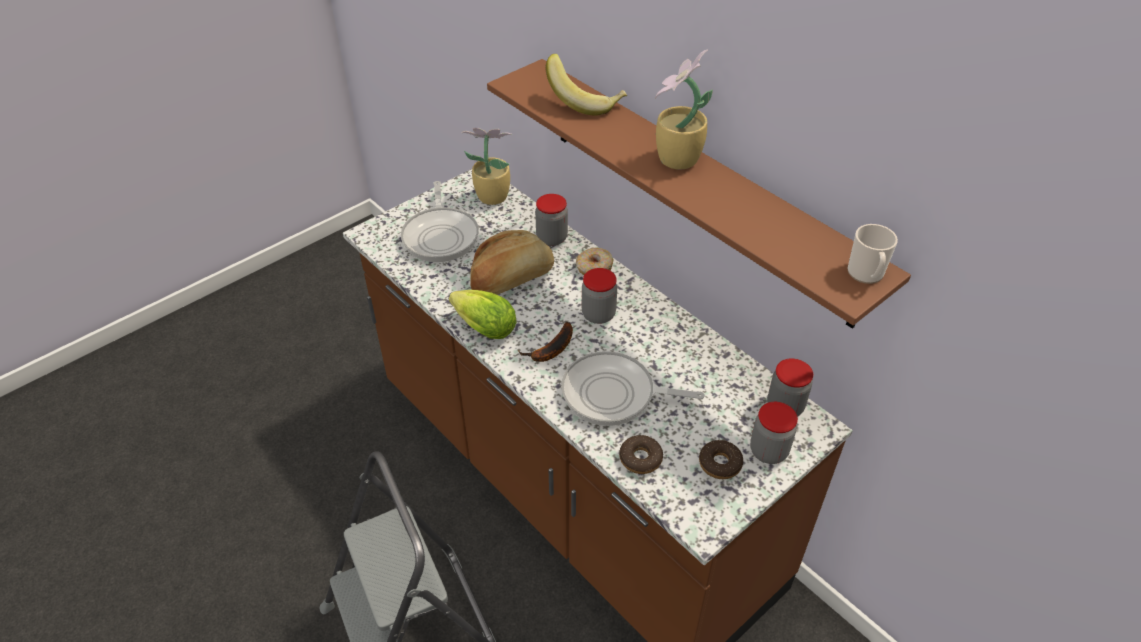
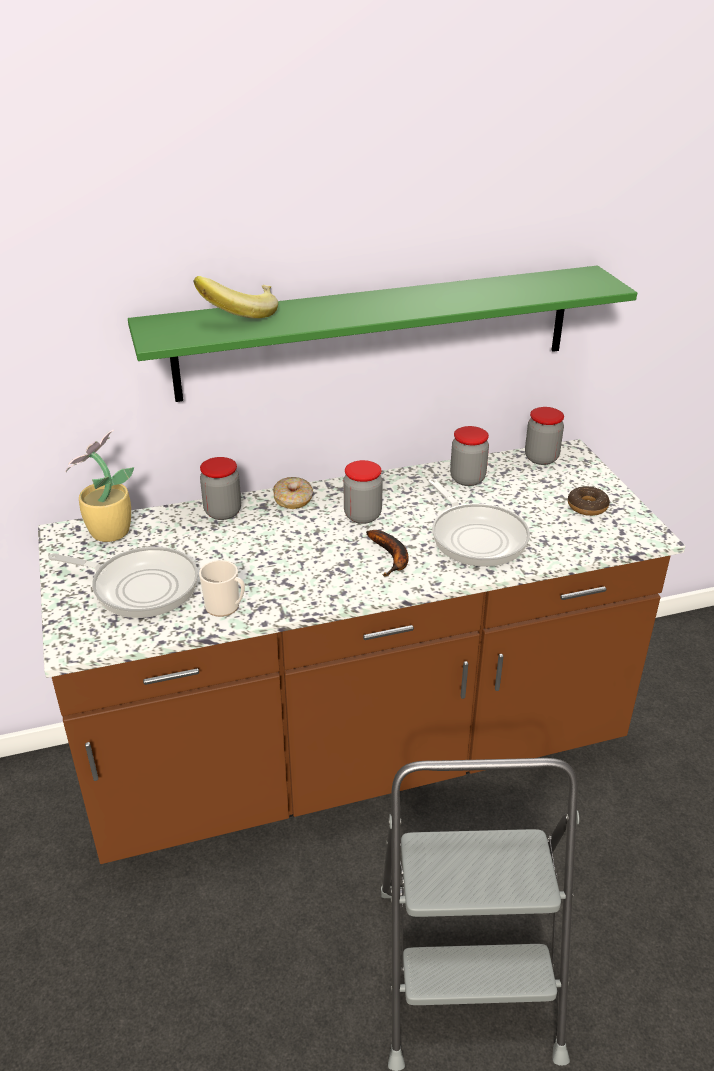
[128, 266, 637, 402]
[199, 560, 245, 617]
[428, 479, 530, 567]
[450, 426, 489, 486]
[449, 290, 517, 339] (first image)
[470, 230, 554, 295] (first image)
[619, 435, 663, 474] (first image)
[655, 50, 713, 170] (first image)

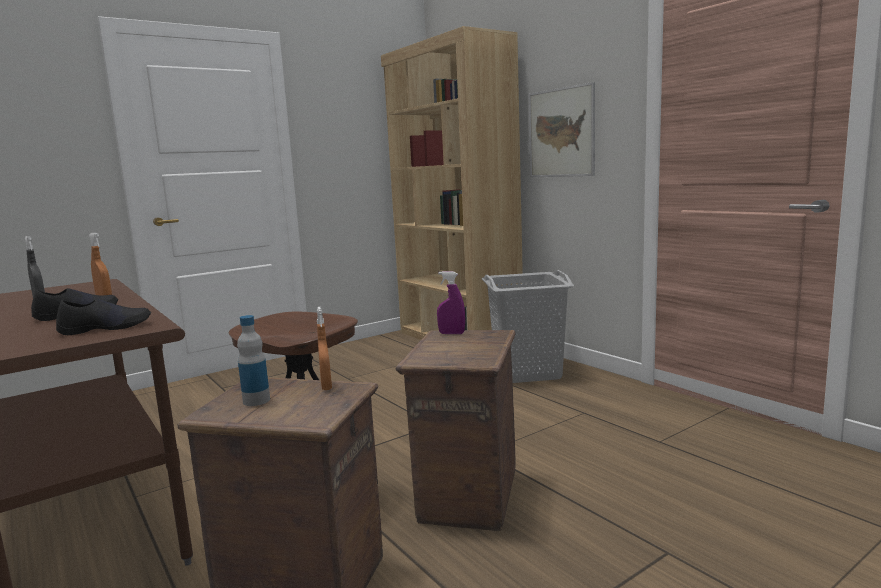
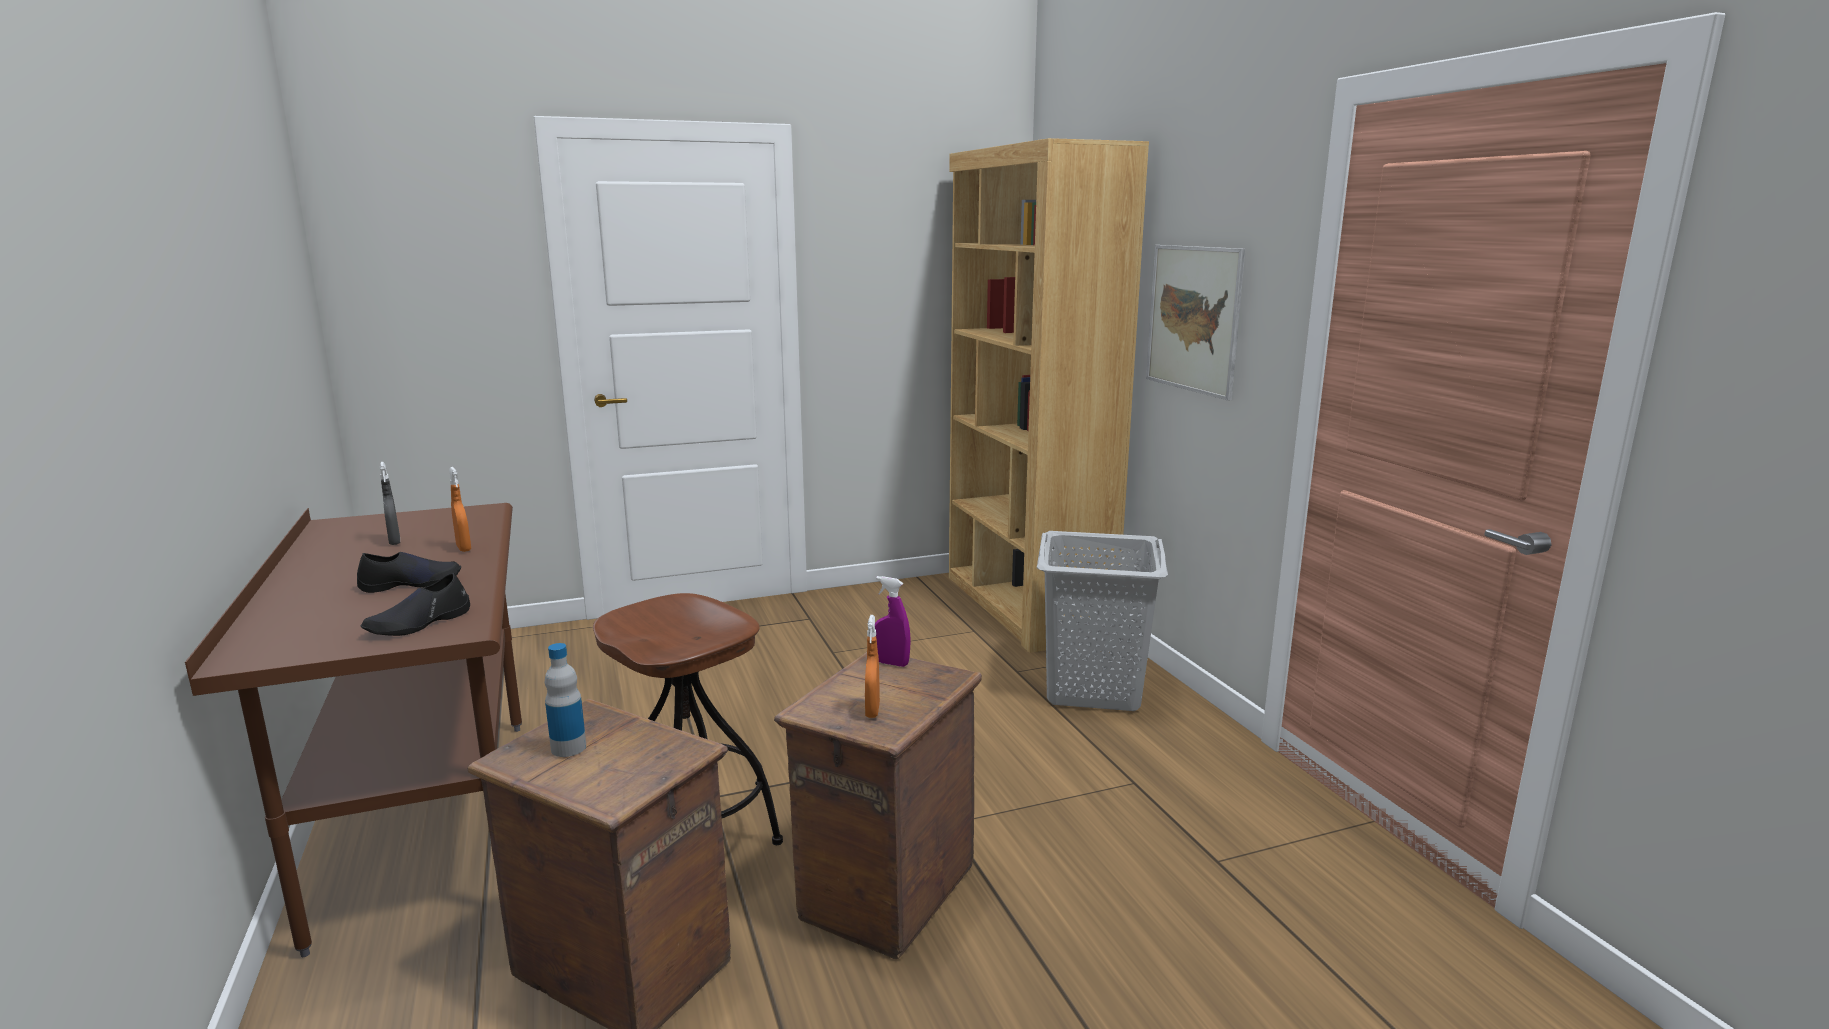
[361, 573, 470, 636]
[865, 615, 880, 718]

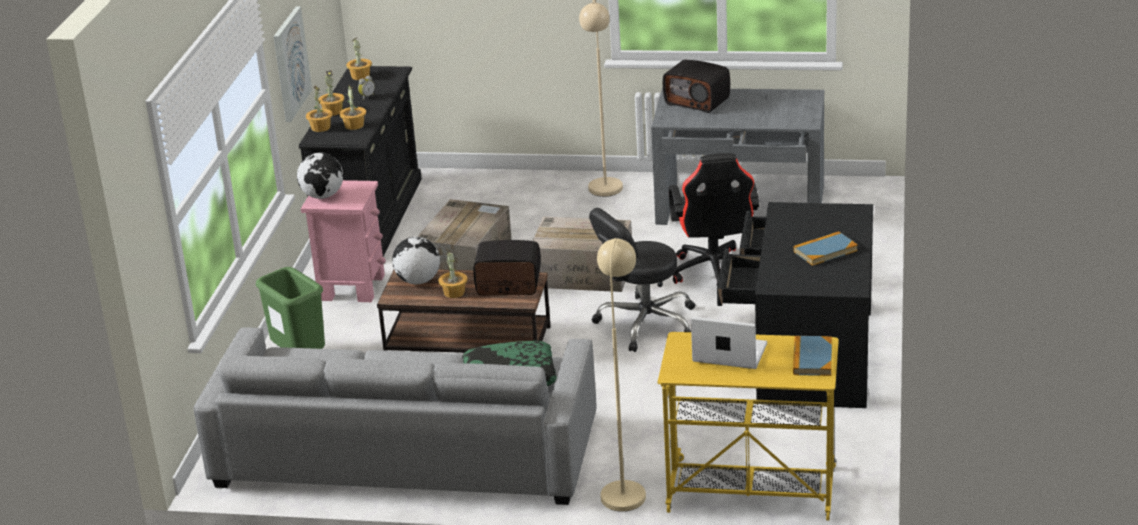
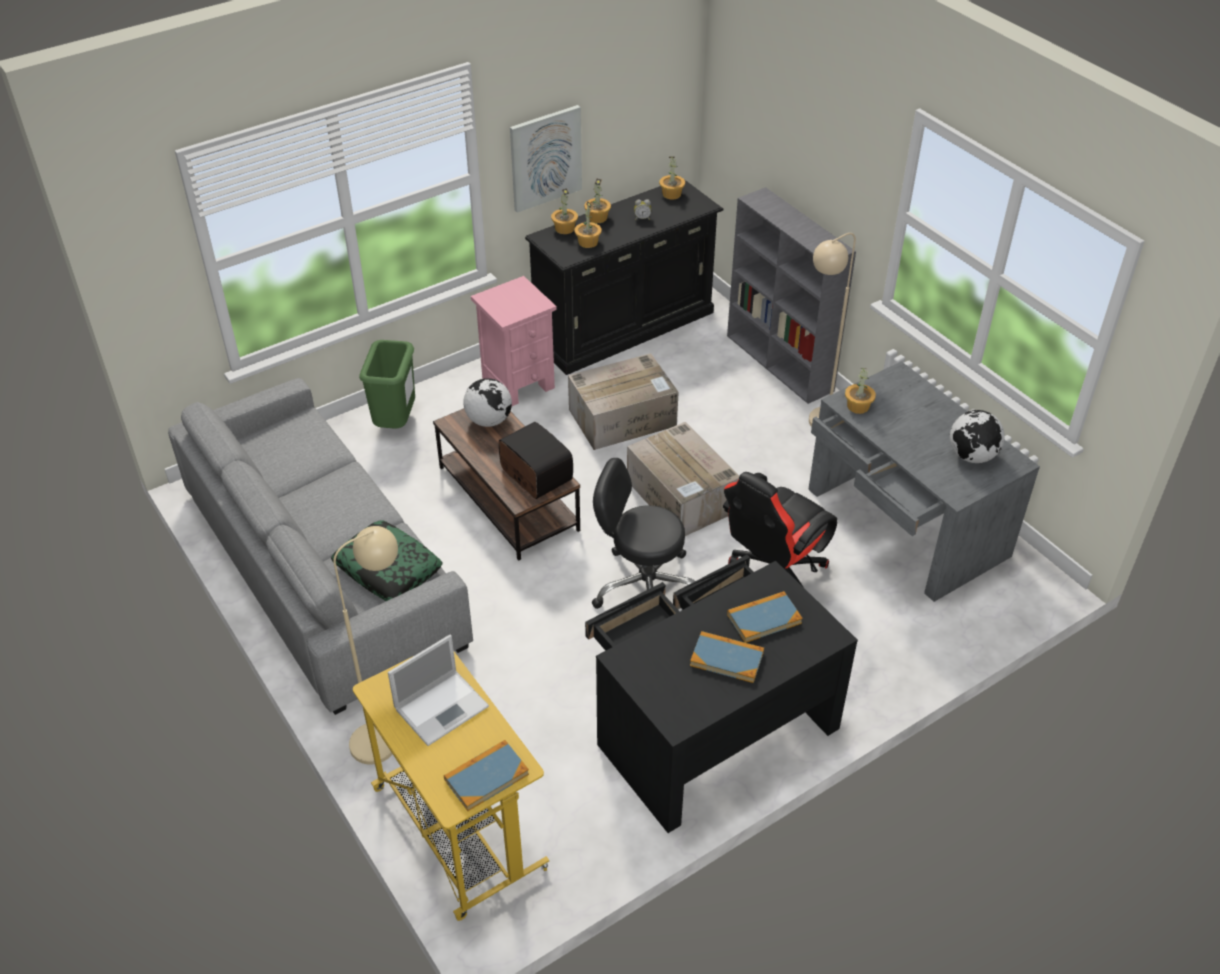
[388, 634, 489, 746]
[727, 187, 856, 404]
[727, 591, 803, 643]
[845, 368, 876, 414]
[950, 410, 1005, 463]
[663, 60, 730, 113] (first image)

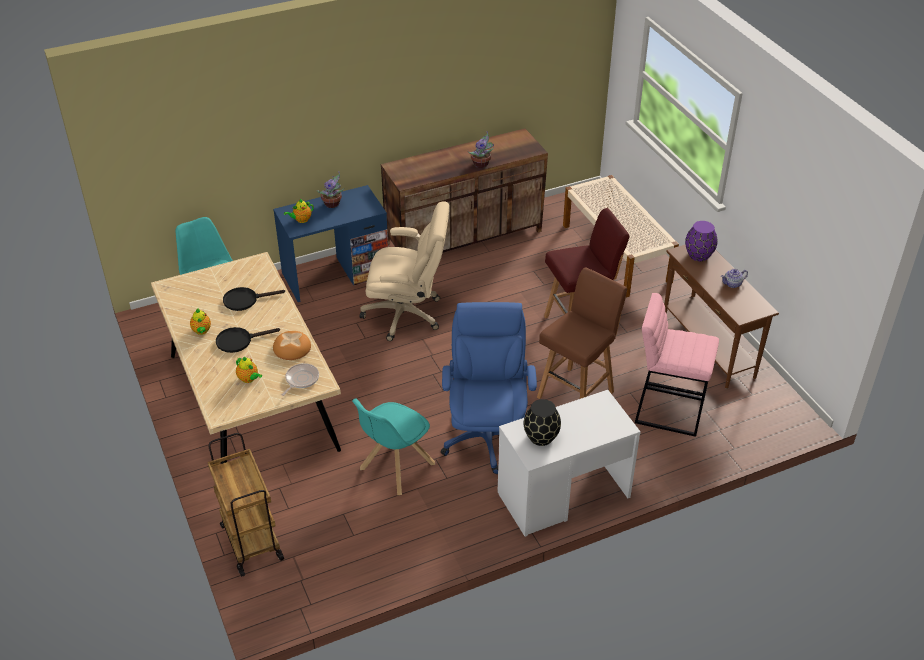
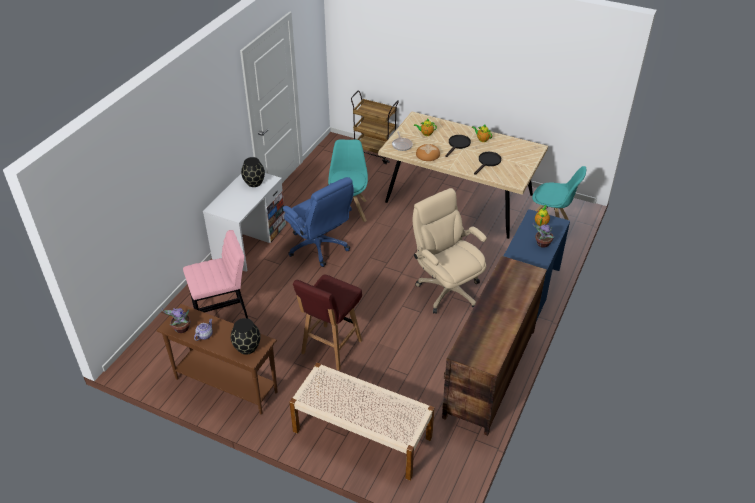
[162, 308, 191, 333]
[231, 318, 260, 355]
[413, 188, 487, 314]
[537, 267, 627, 399] (first image)

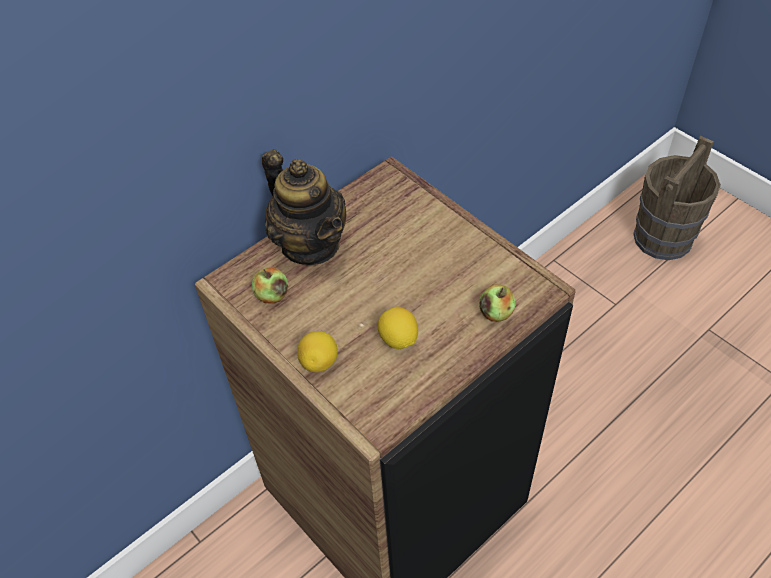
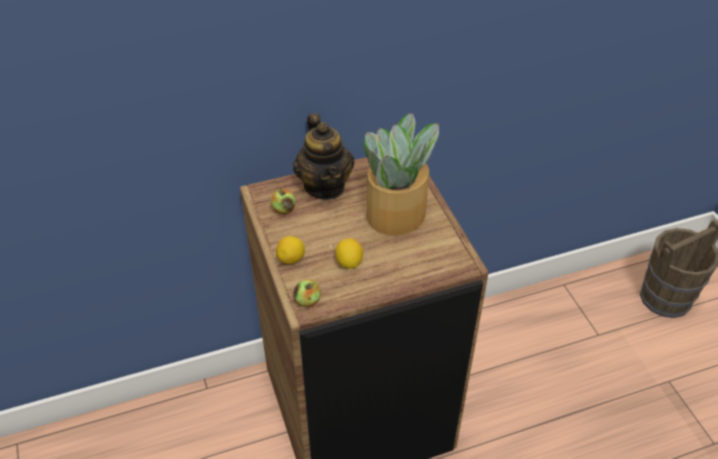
[293, 279, 321, 307]
[364, 113, 439, 236]

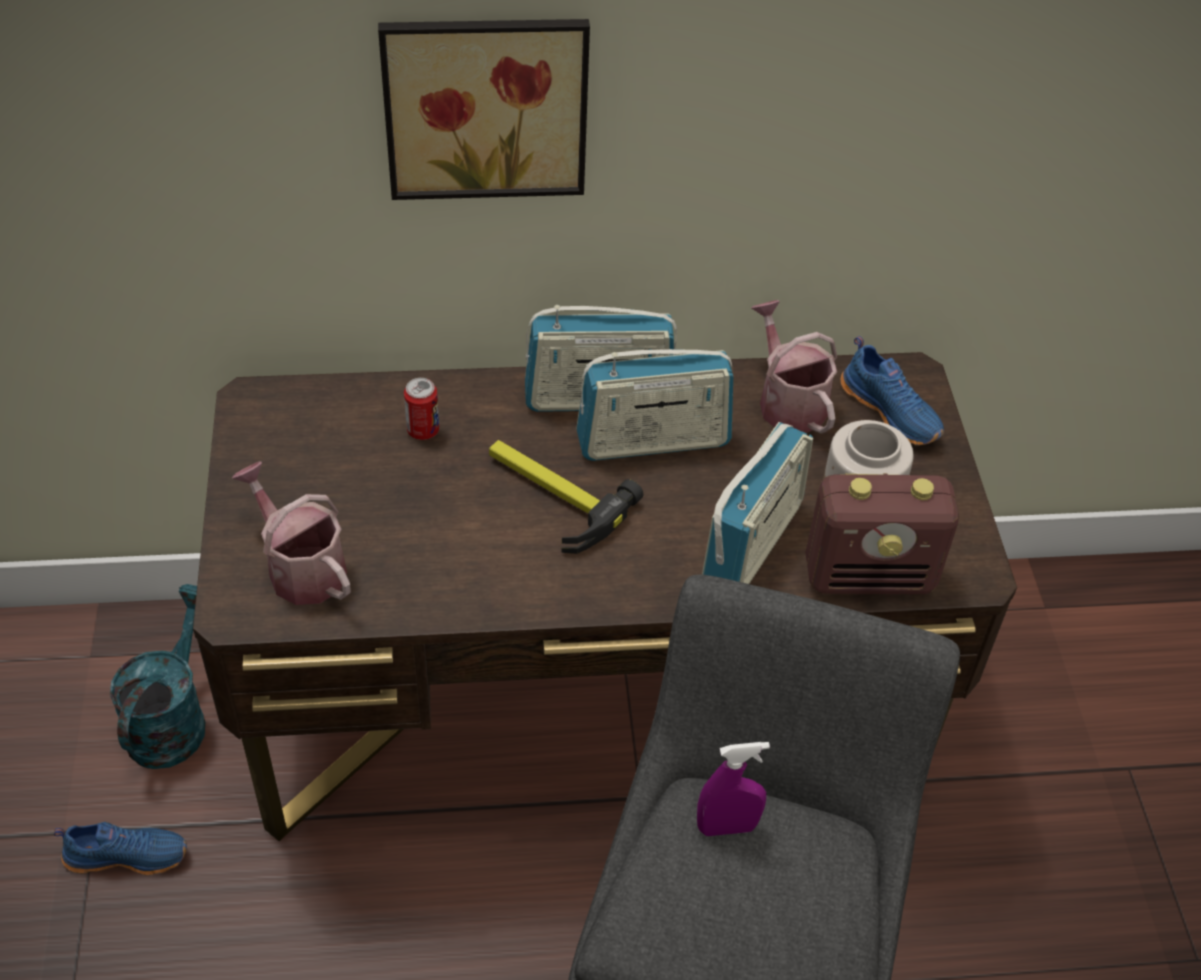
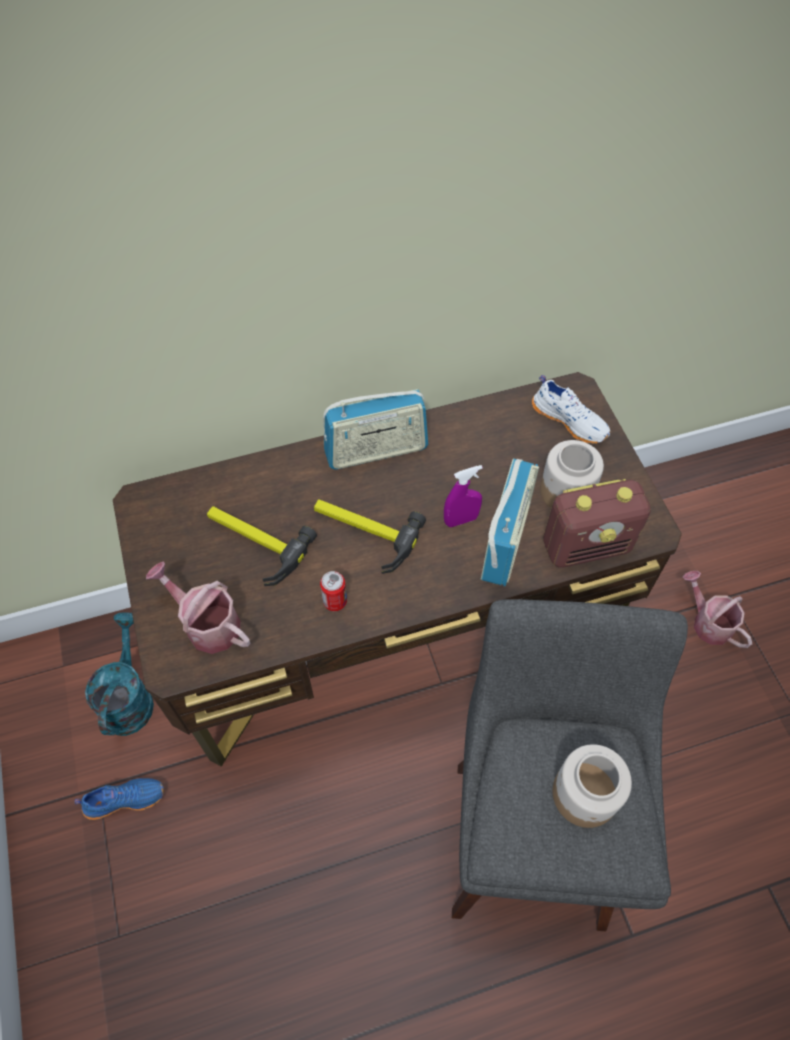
[207, 506, 317, 586]
[320, 571, 347, 611]
[444, 465, 483, 527]
[532, 375, 610, 444]
[553, 744, 632, 828]
[683, 571, 752, 648]
[378, 19, 590, 200] (first image)
[576, 349, 733, 461] (first image)

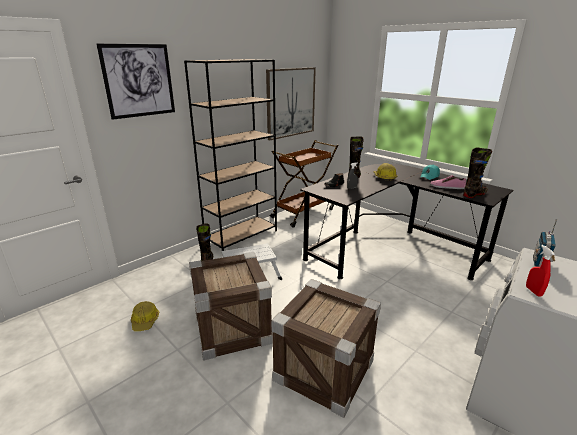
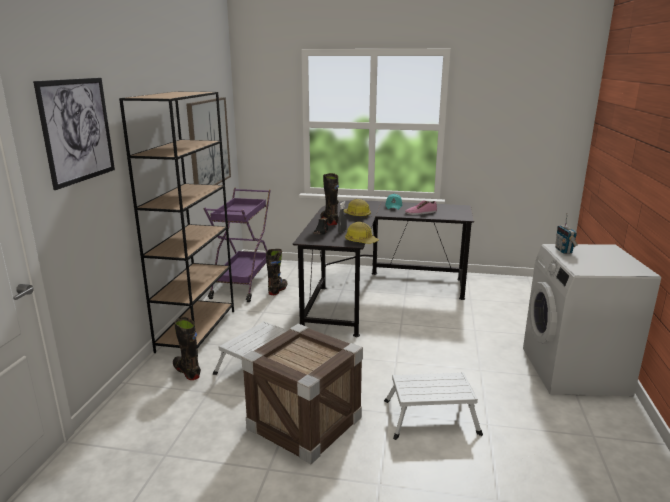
[203, 188, 271, 302]
[266, 249, 287, 295]
[345, 222, 379, 244]
[384, 372, 483, 440]
[526, 245, 555, 297] (first image)

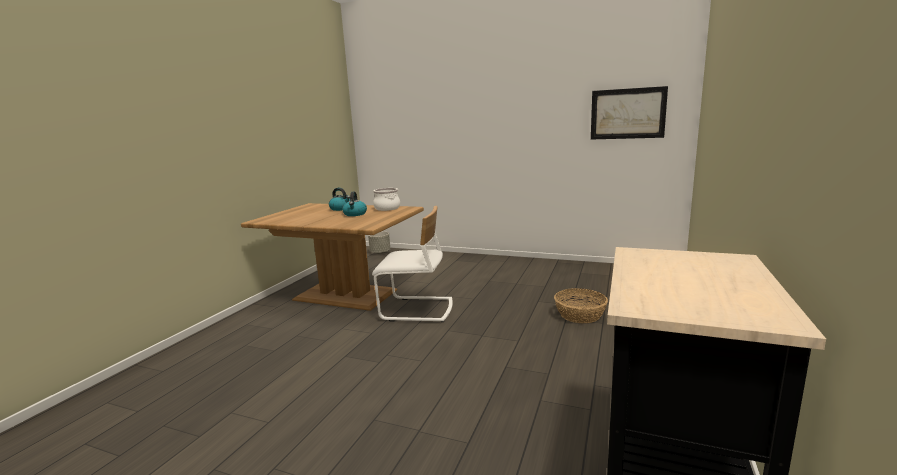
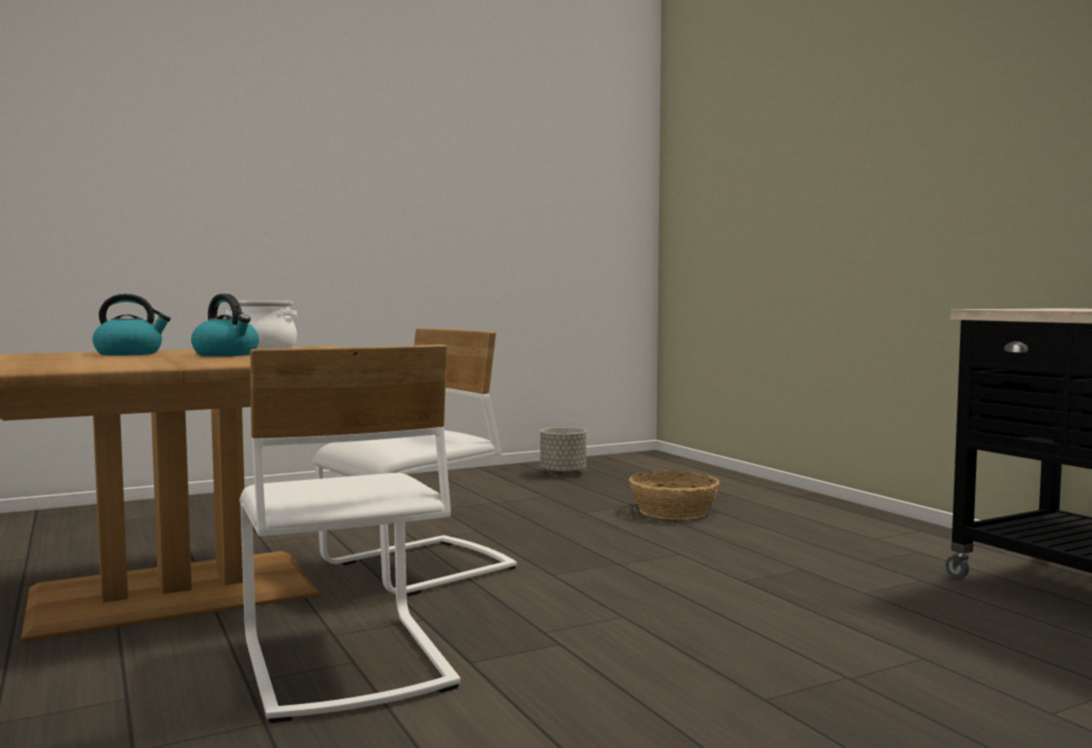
[239, 345, 461, 723]
[540, 427, 586, 476]
[591, 86, 668, 139] (first image)

